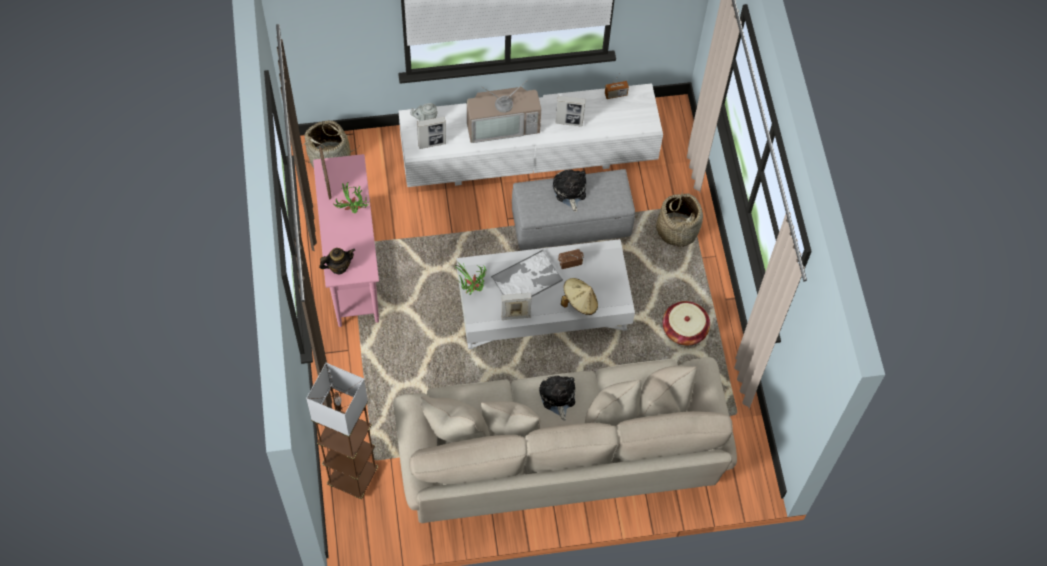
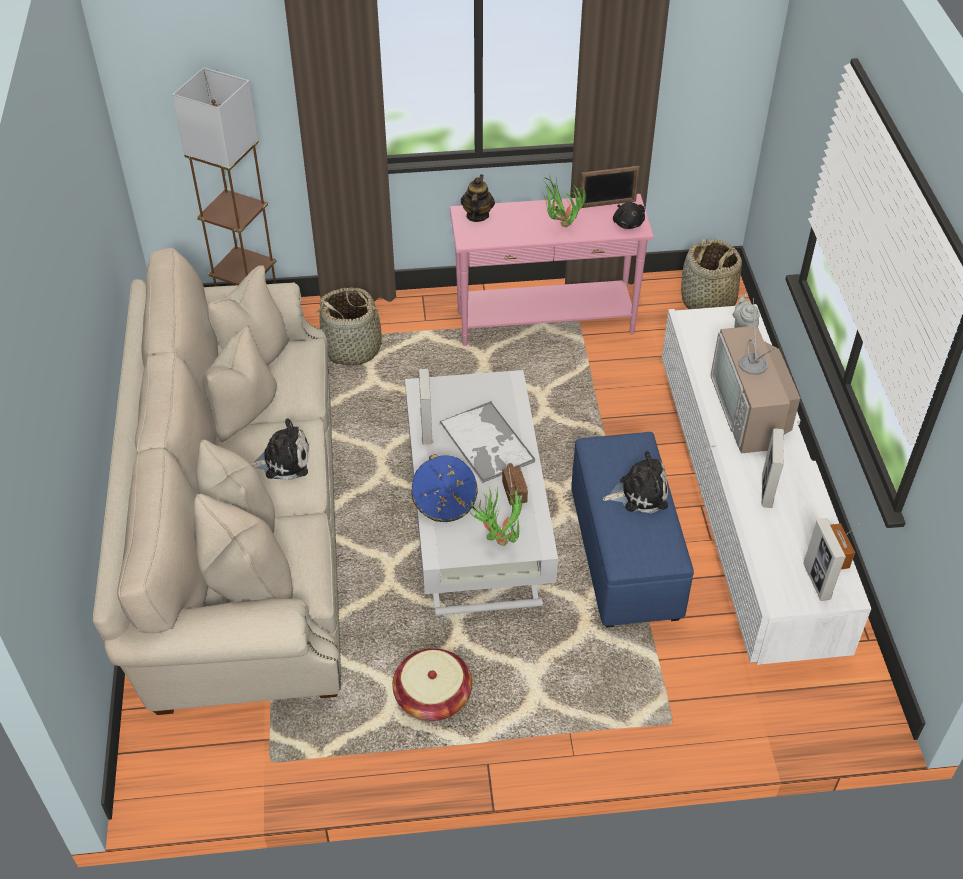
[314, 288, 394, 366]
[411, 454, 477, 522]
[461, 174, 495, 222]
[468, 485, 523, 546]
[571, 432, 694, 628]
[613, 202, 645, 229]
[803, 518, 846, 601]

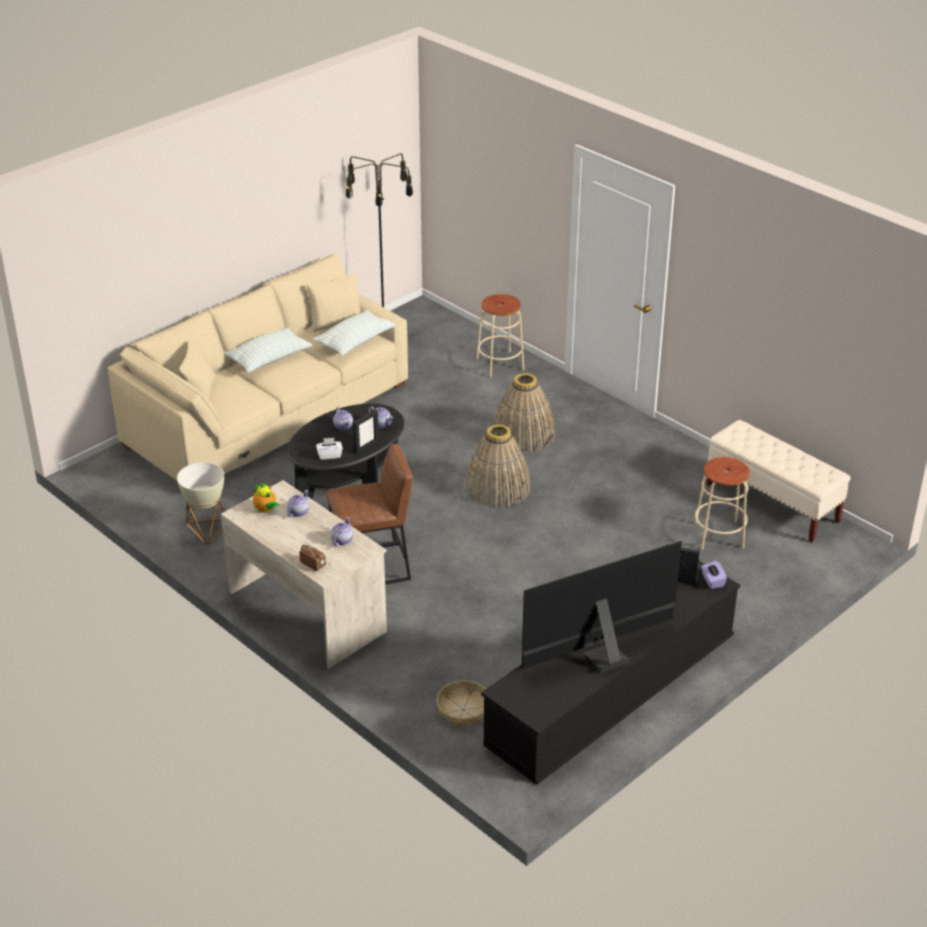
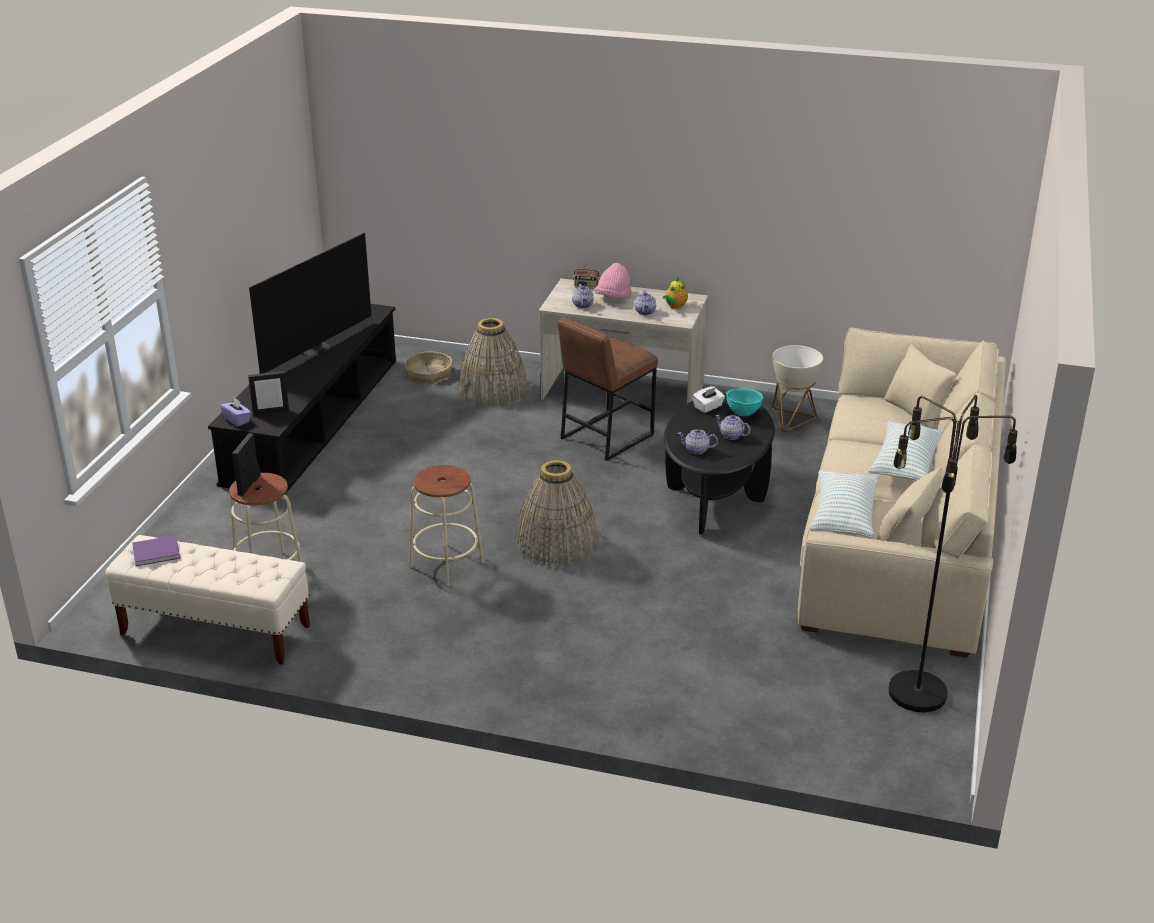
[132, 535, 180, 566]
[232, 433, 261, 496]
[409, 465, 484, 586]
[458, 318, 528, 407]
[594, 263, 632, 298]
[663, 277, 688, 309]
[726, 388, 763, 416]

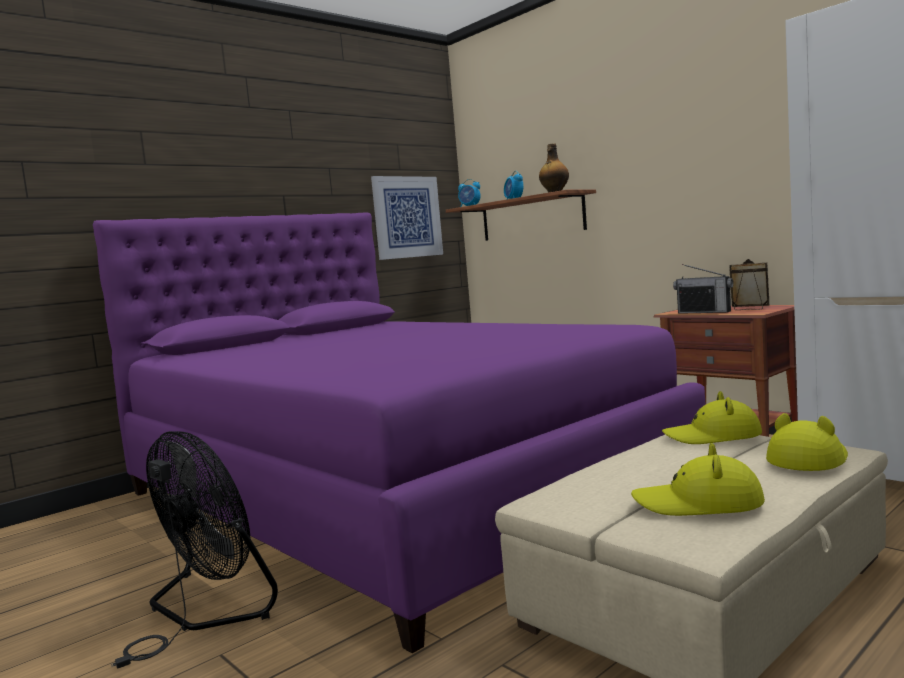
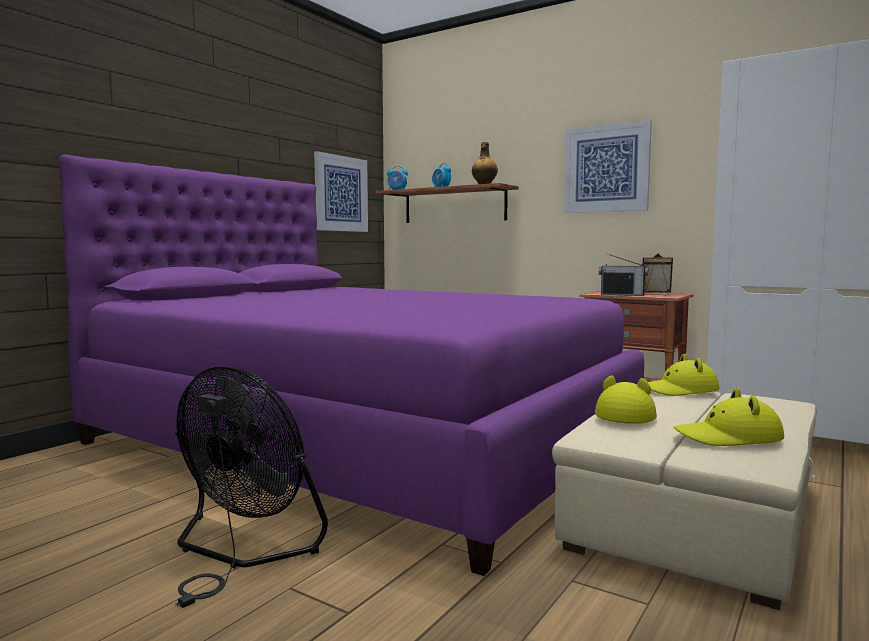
[564, 120, 652, 213]
[595, 375, 657, 424]

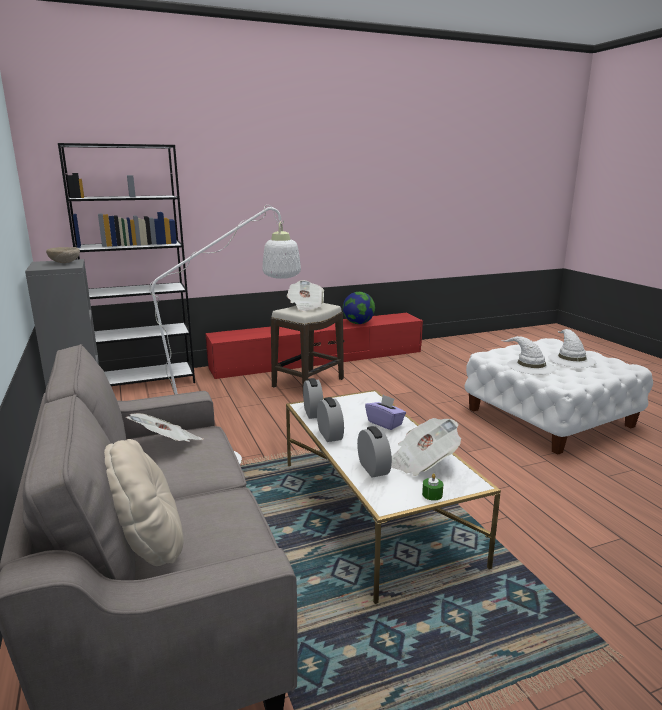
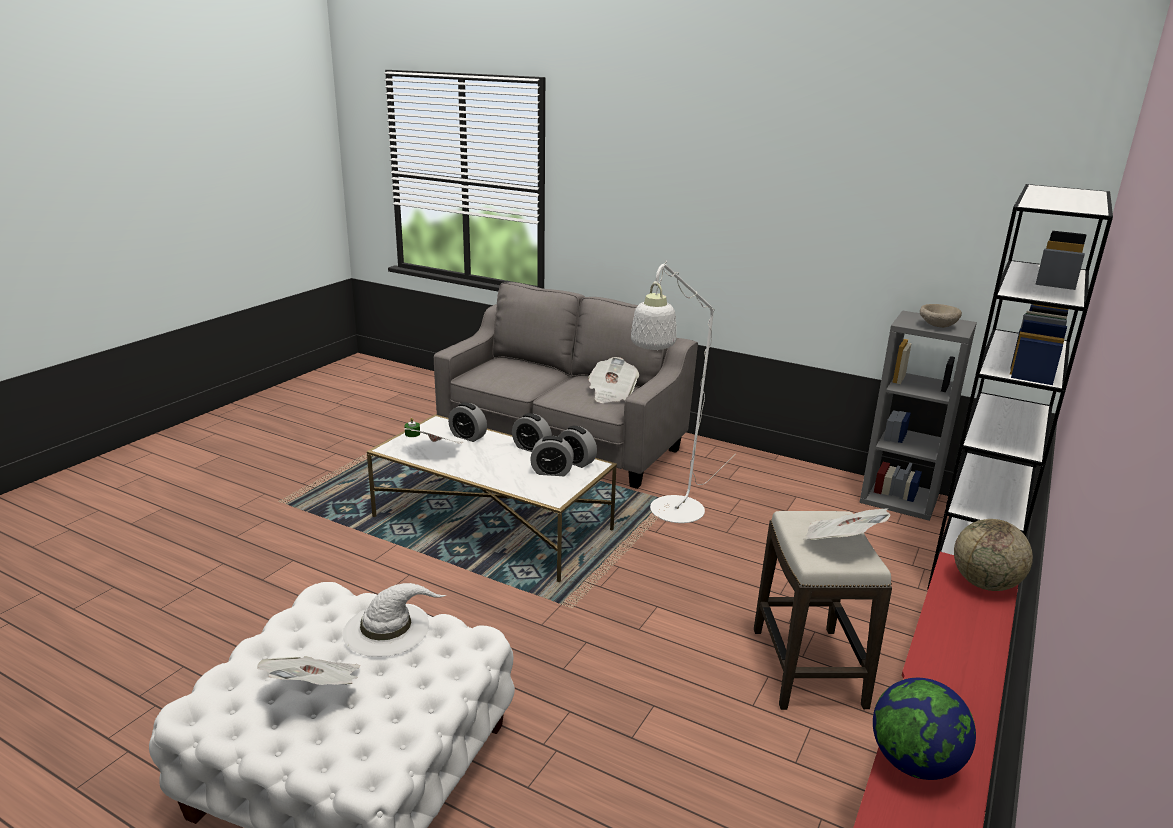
[257, 656, 360, 685]
[530, 436, 574, 476]
[954, 519, 1033, 591]
[104, 439, 184, 566] (first image)
[365, 395, 406, 430] (first image)

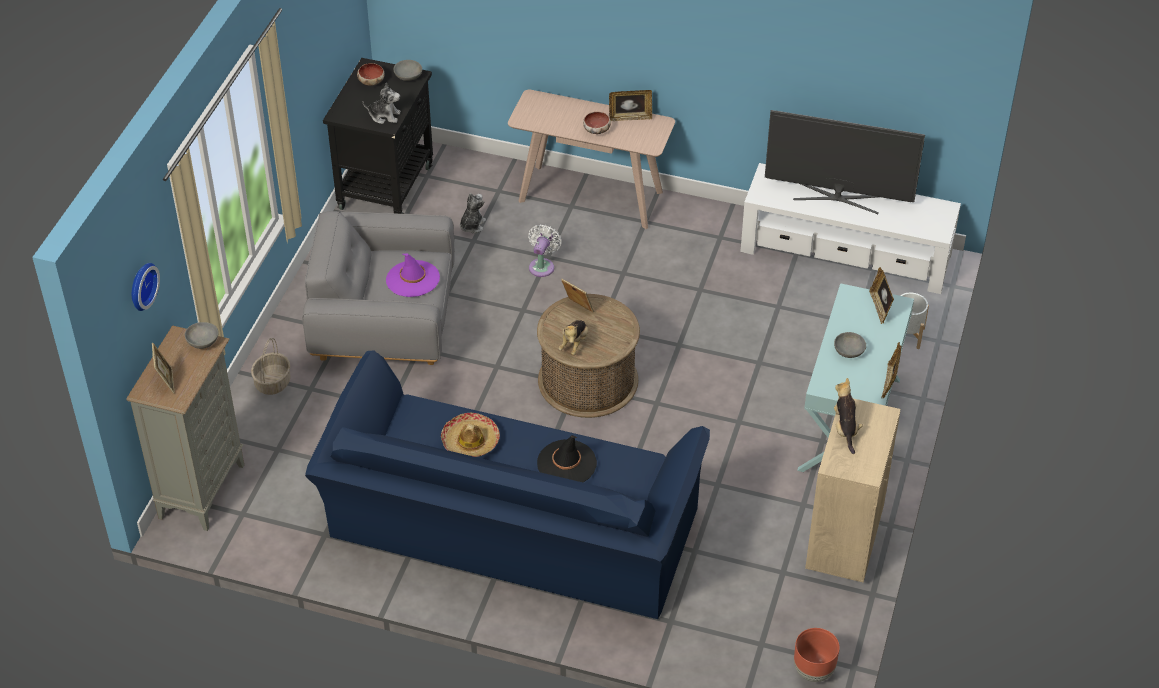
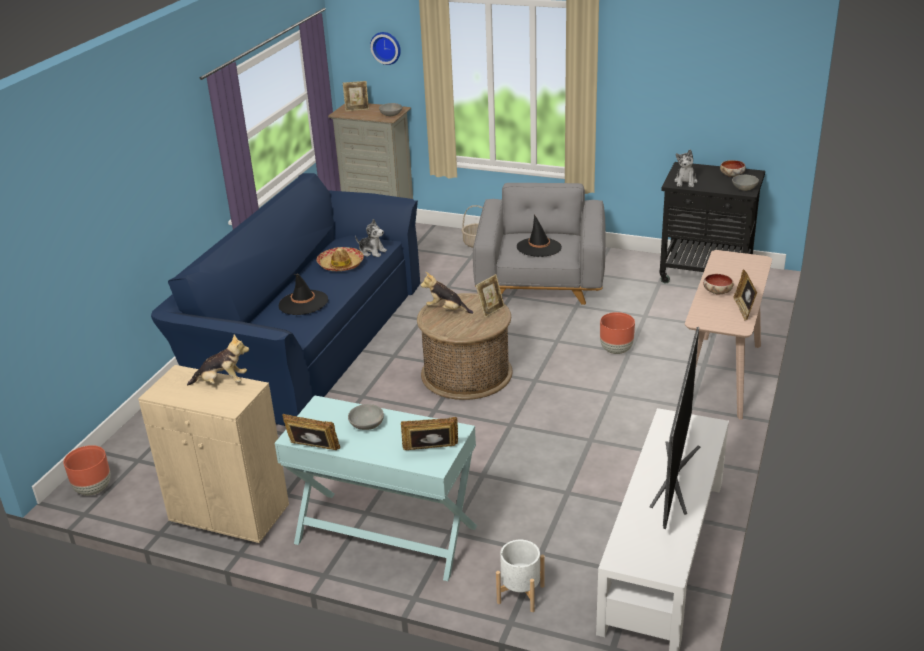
[355, 219, 387, 257]
[517, 215, 562, 257]
[600, 312, 635, 354]

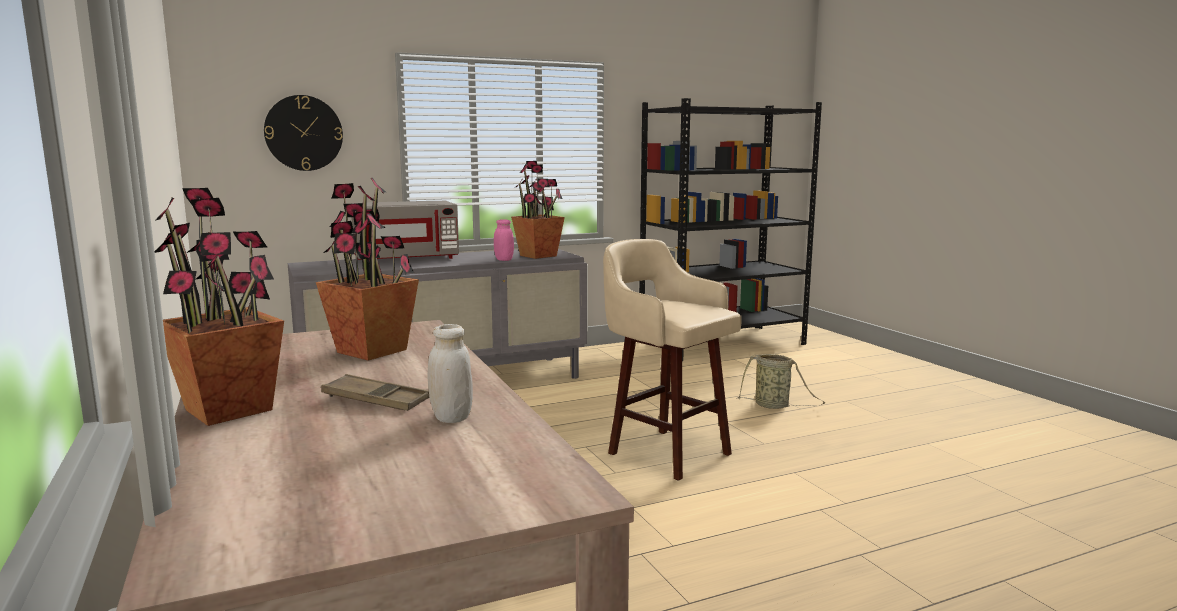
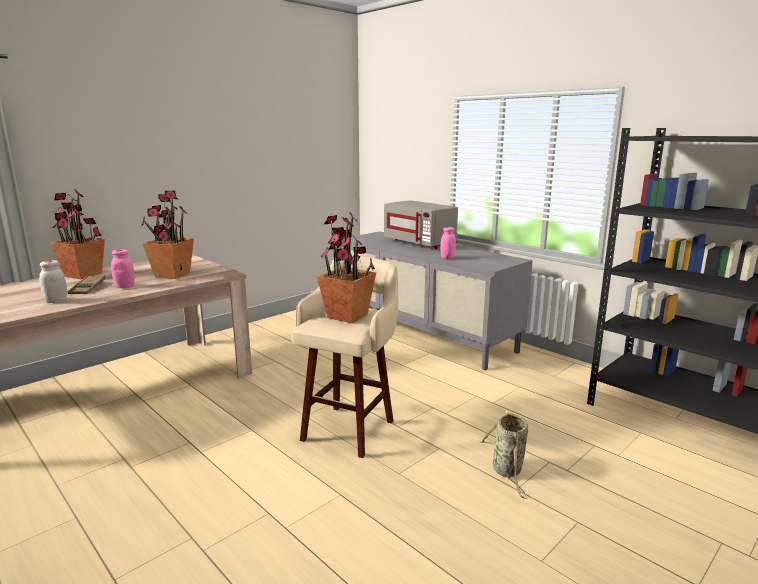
[111, 249, 135, 288]
[317, 211, 376, 323]
[264, 95, 343, 171] (first image)

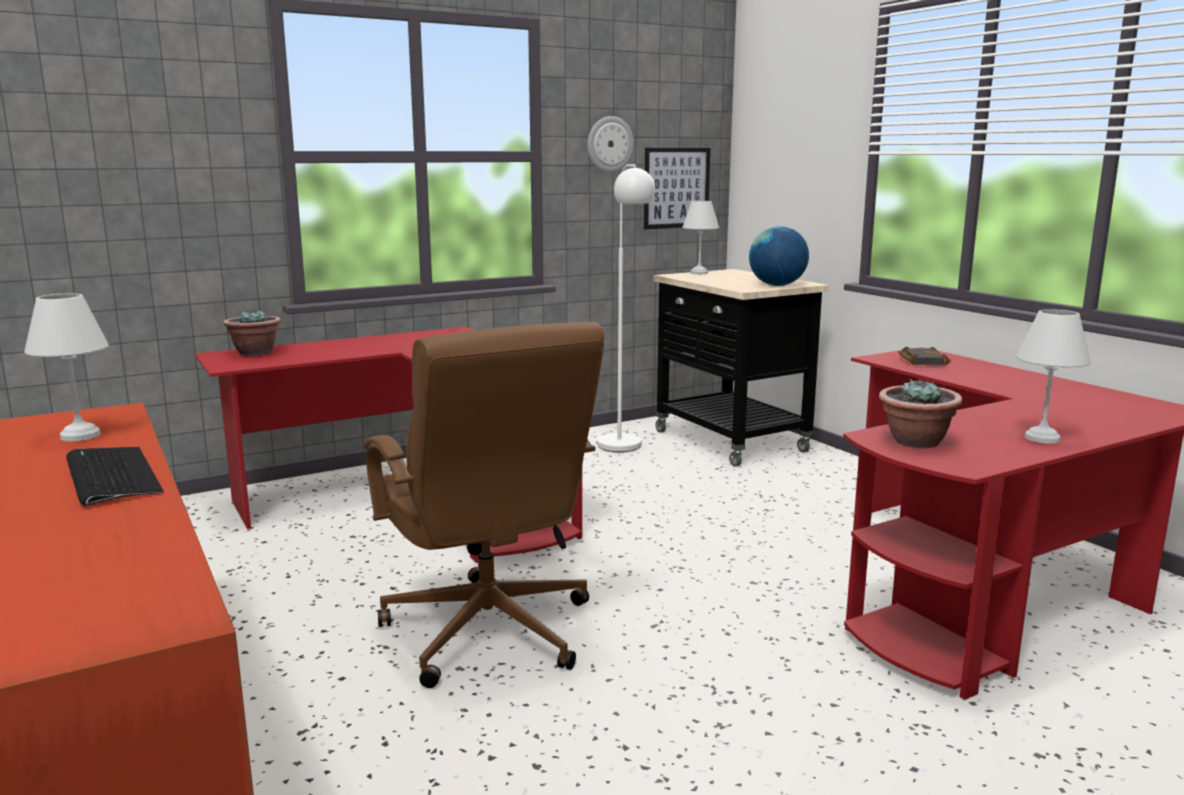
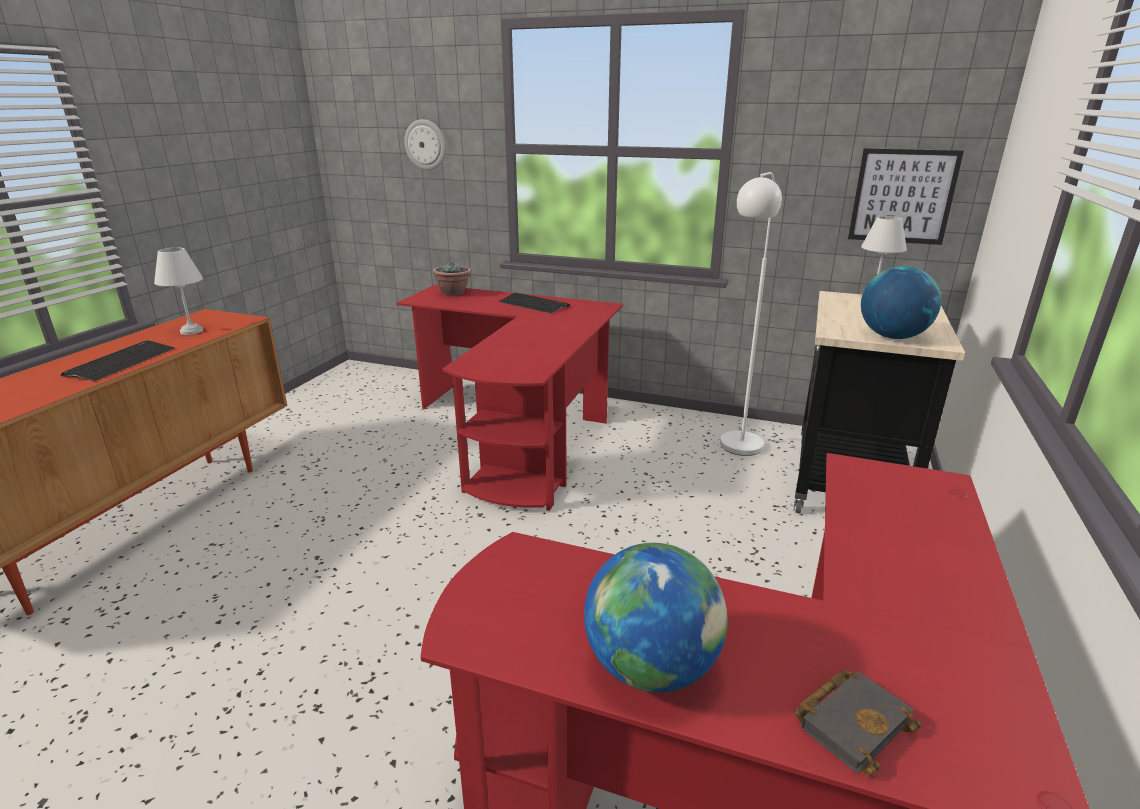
[404, 119, 446, 170]
[499, 293, 570, 314]
[584, 543, 728, 693]
[794, 670, 921, 775]
[364, 322, 604, 688] (first image)
[879, 379, 963, 448] (first image)

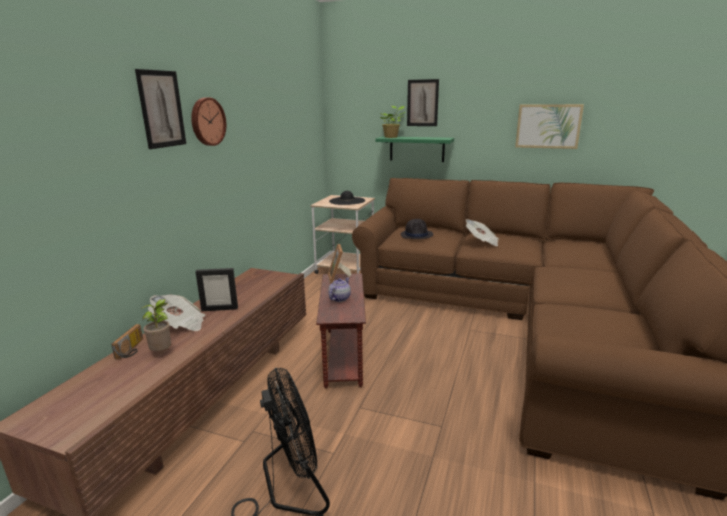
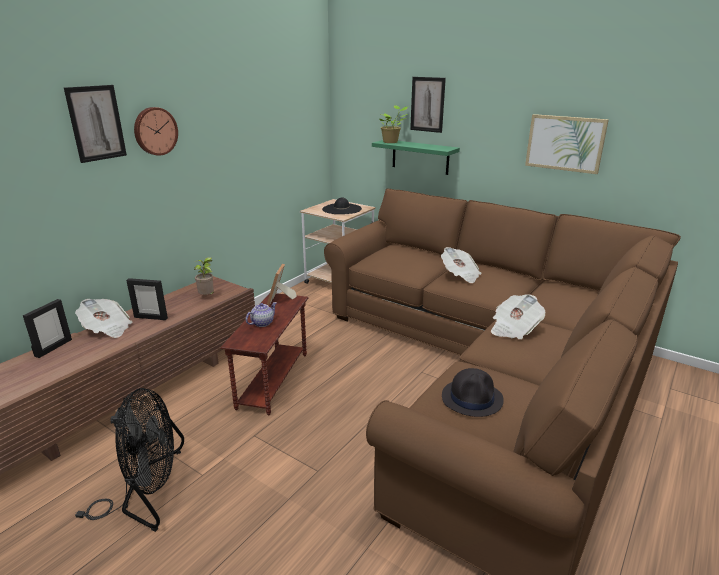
[23, 299, 72, 358]
[194, 257, 214, 295]
[442, 368, 504, 417]
[491, 294, 545, 339]

